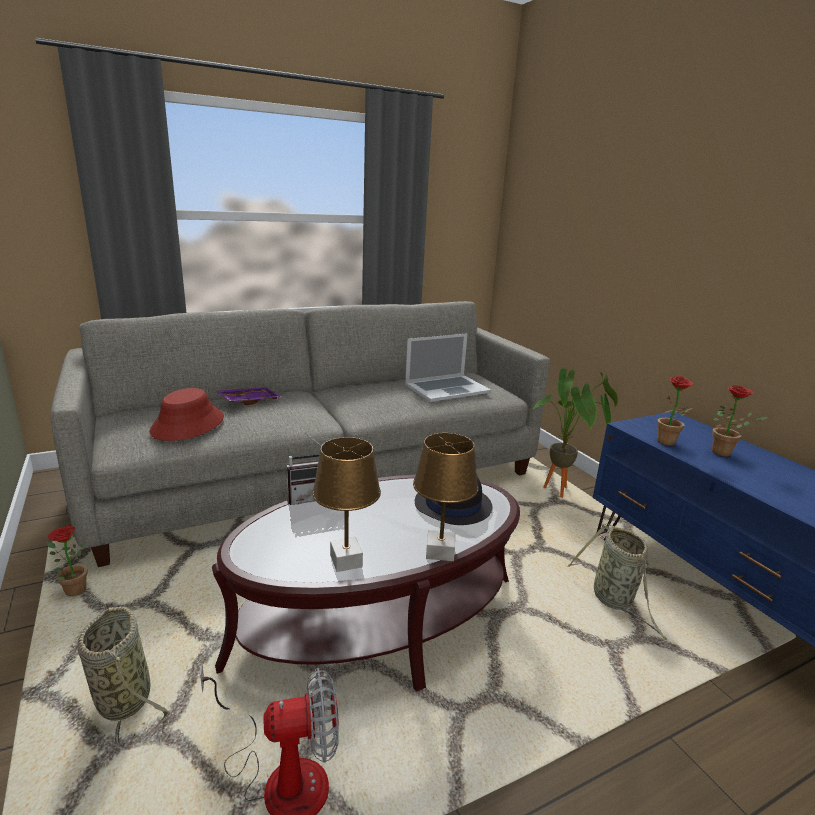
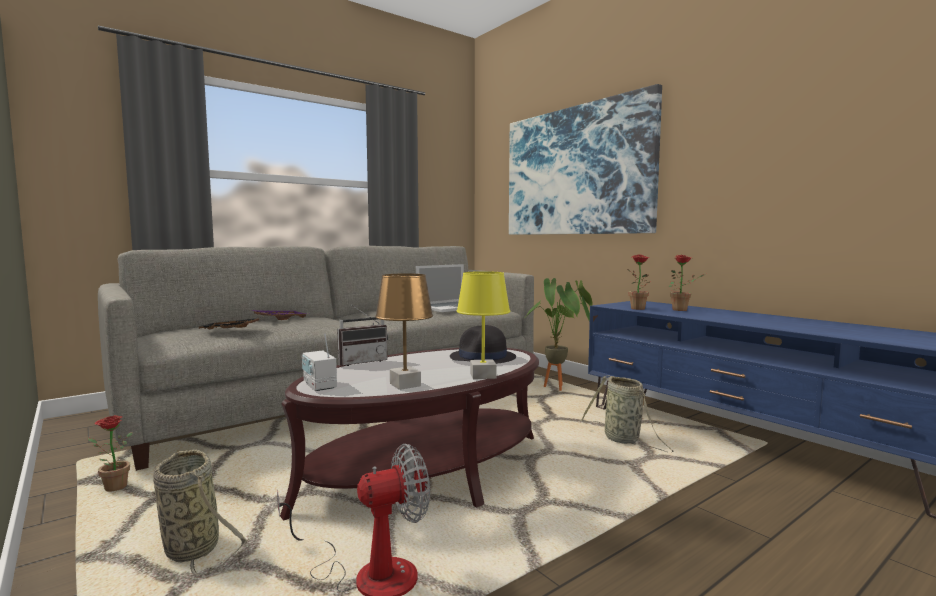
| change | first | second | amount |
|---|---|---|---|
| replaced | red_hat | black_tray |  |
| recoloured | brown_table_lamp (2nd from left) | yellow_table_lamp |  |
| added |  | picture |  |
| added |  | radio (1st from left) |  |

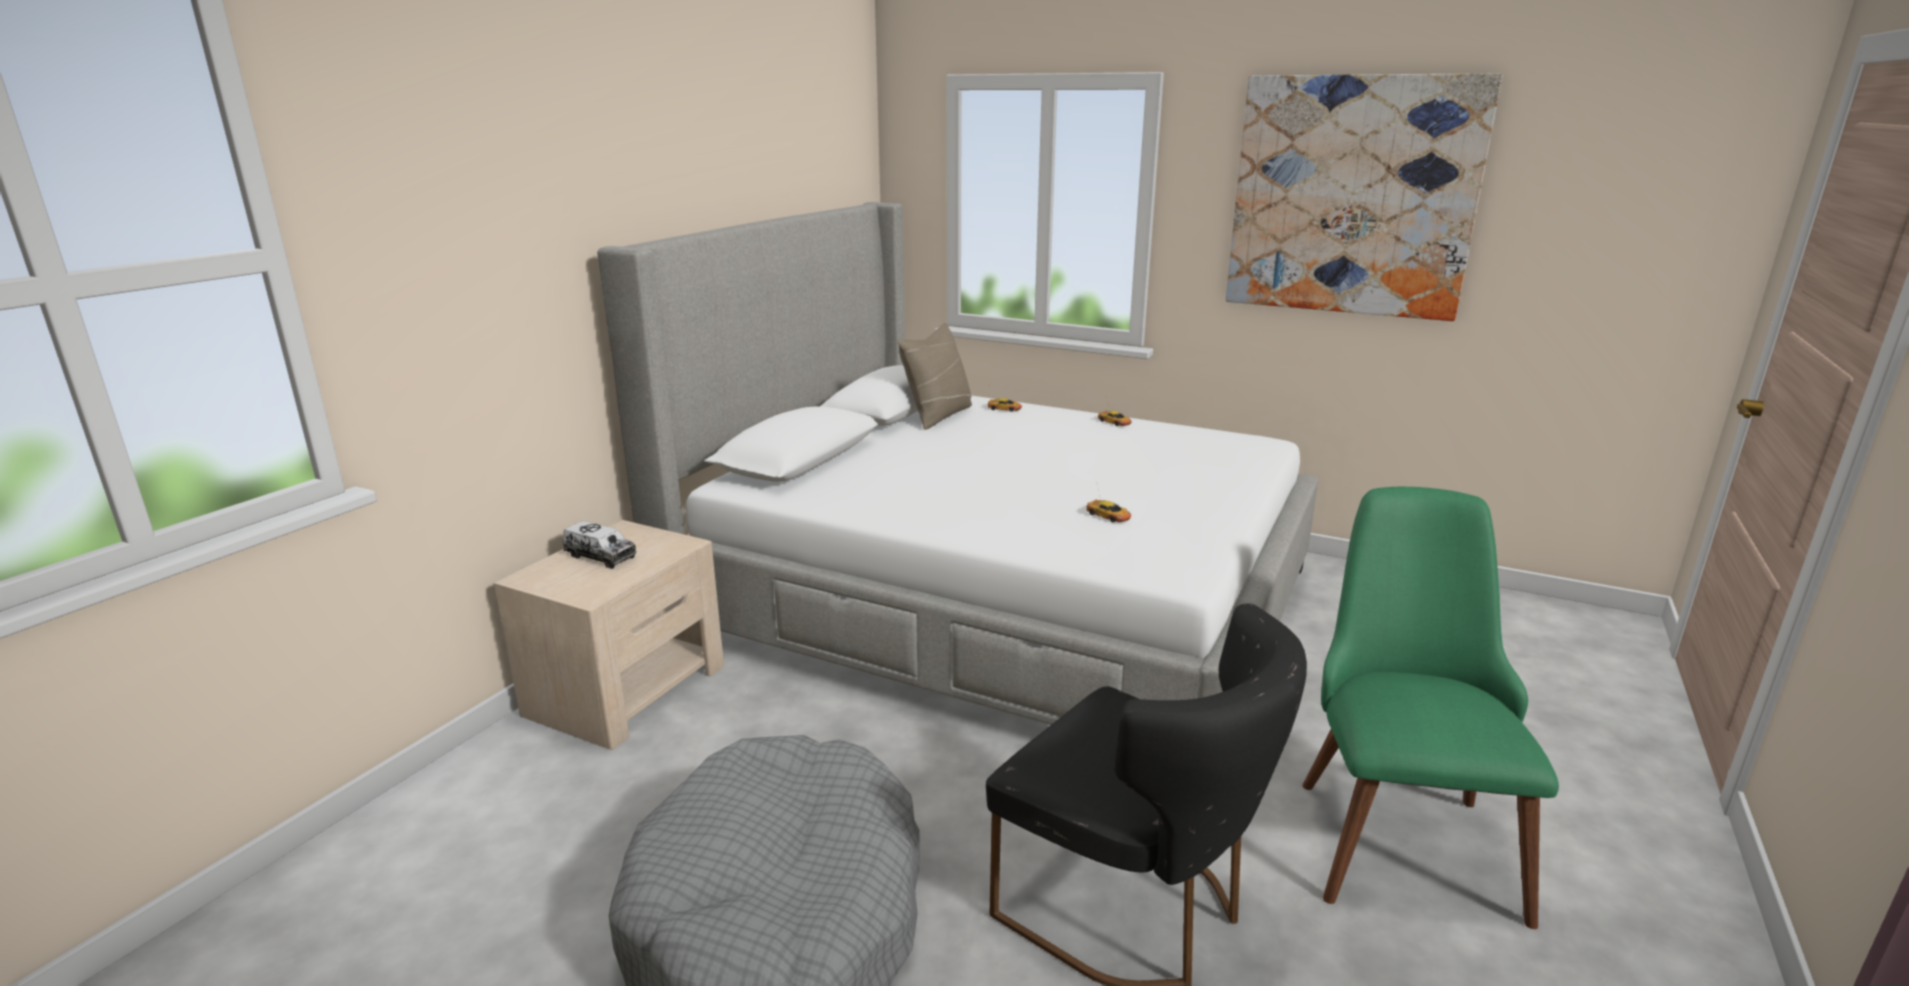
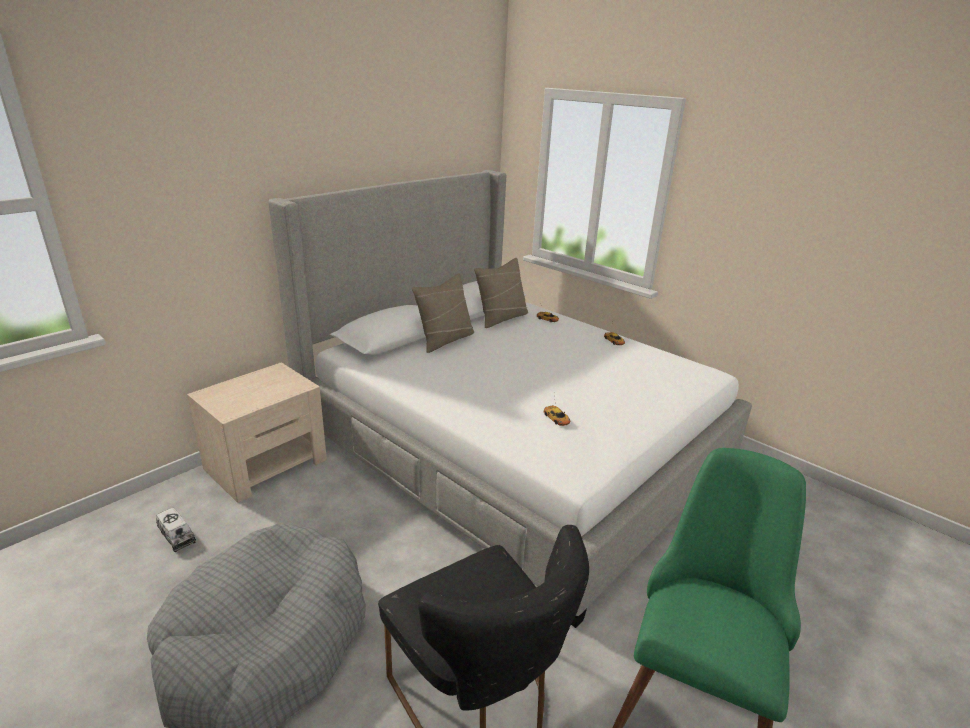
| change | first | second | amount |
|---|---|---|---|
| removed | picture |  |  |
| moved | toy_truck |  |  |
| added |  | beige_pillow (1st from left) |  |

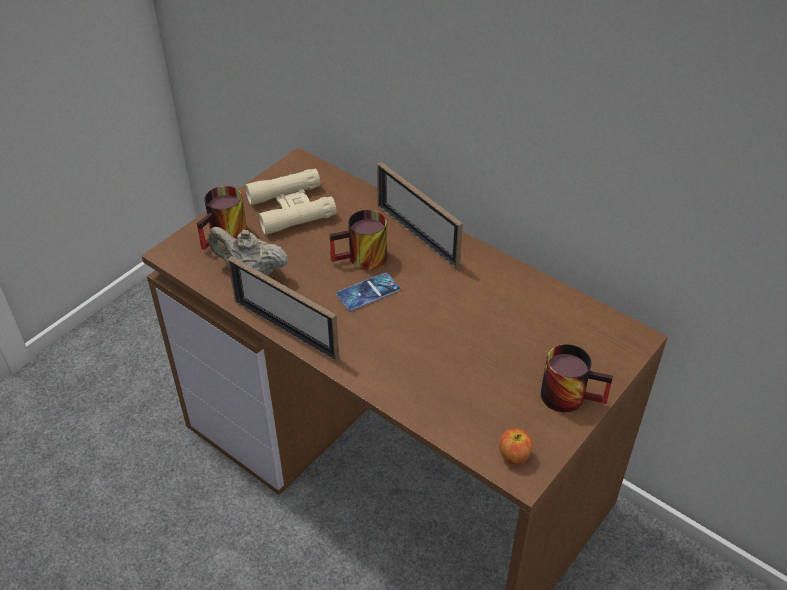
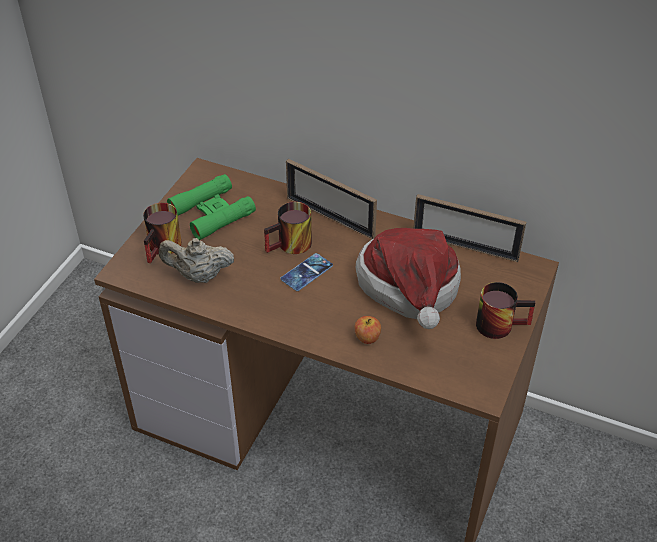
| change | first | second | amount |
|---|---|---|---|
| recoloured | beige_binoculars | green_binoculars |  |
| moved | picture_frame (1st from left in the first image) | picture_frame (2nd from left) |  |
| moved | apple |  |  |
| added |  | hat |  |

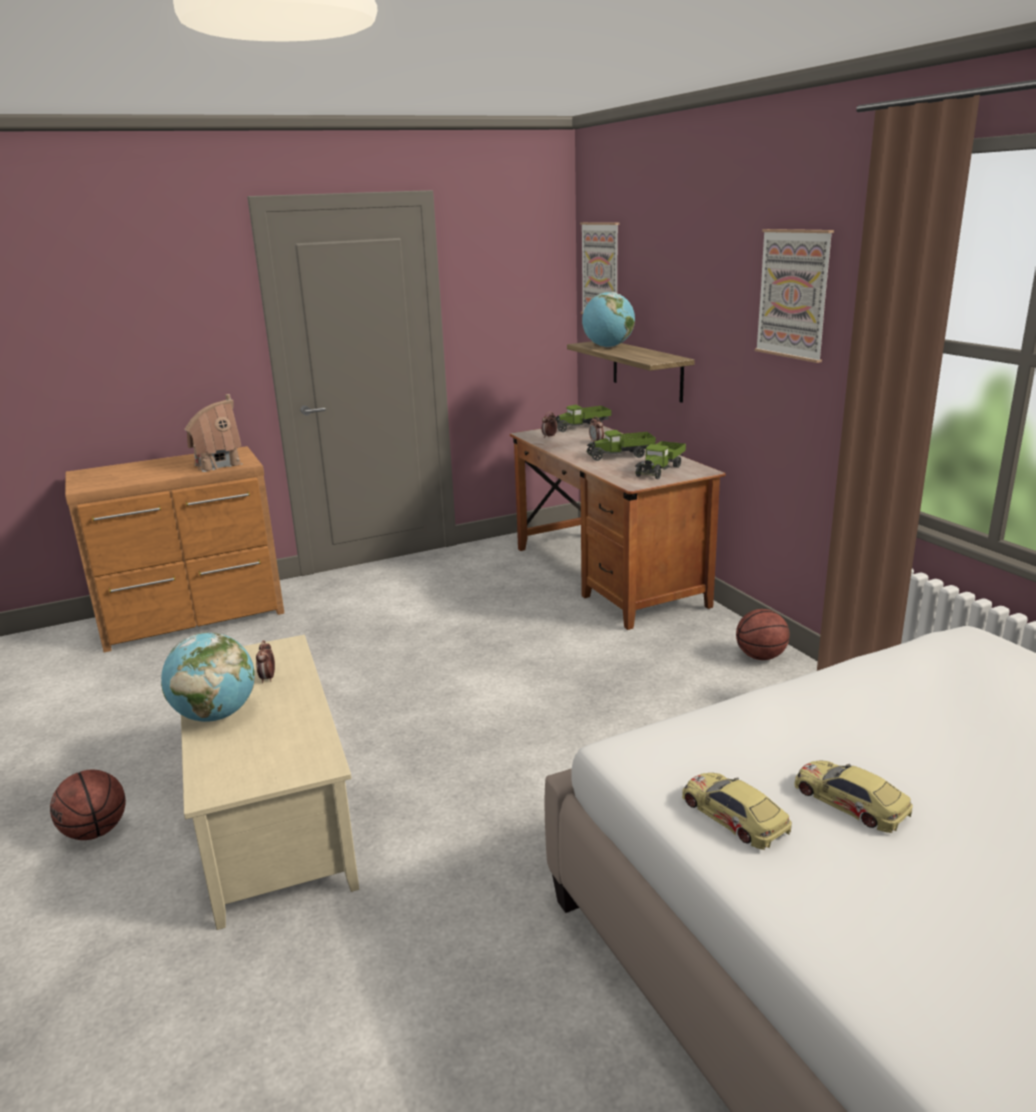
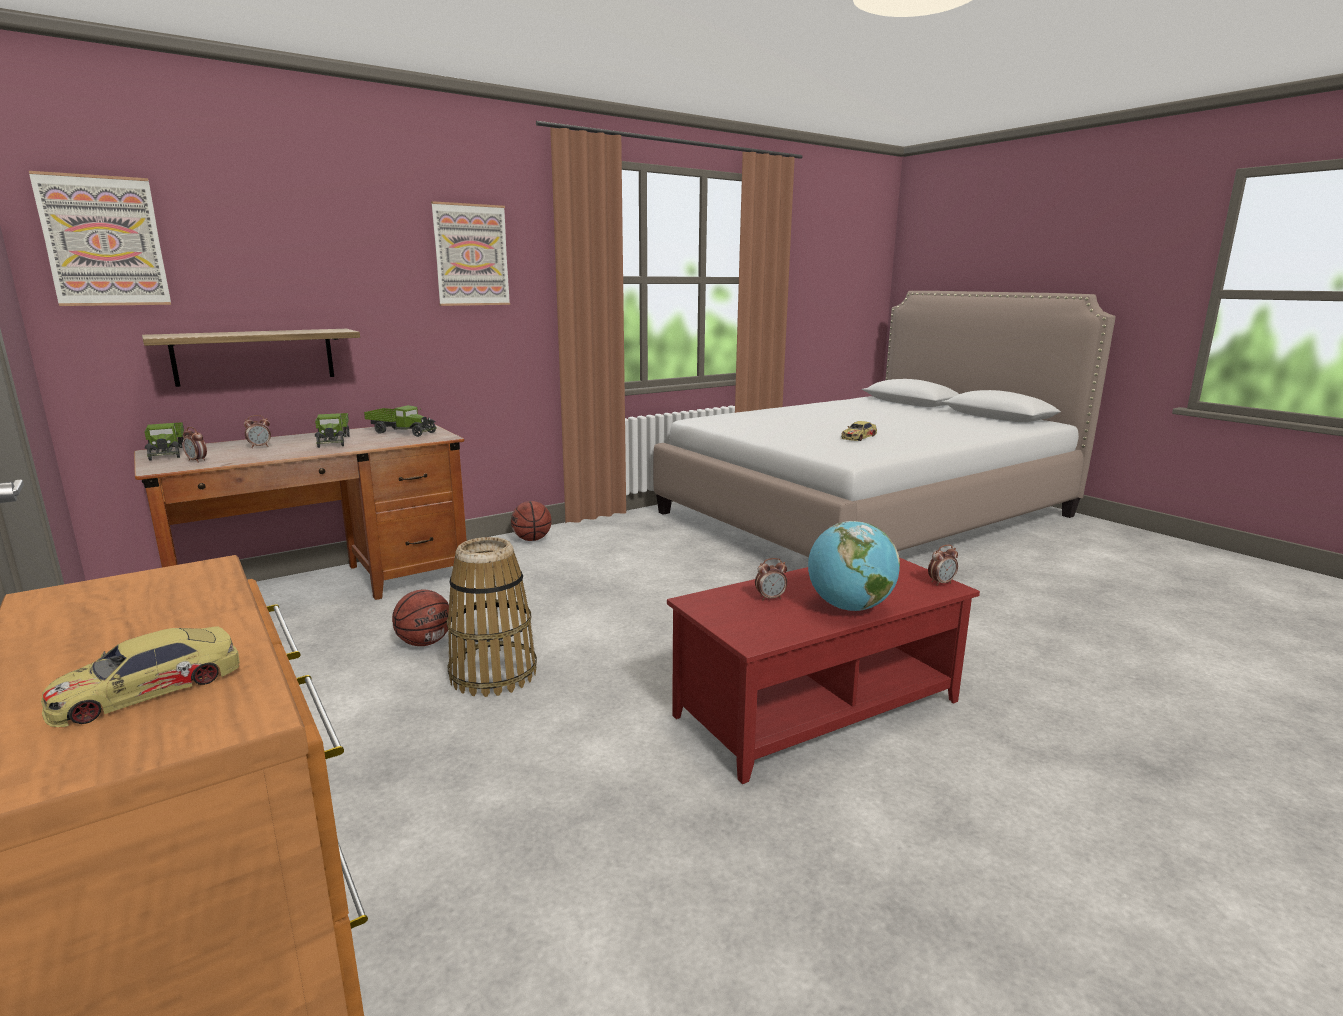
| change | first | second | amount |
|---|---|---|---|
| removed | globe (2nd from left) |  |  |
| removed | toy_house |  |  |
| recoloured | beige_coffee_table | red_coffee_table |  |
| moved | basketball (1st from left) |  |  |
| moved | toy_car (1st from left) |  |  |
| added |  | basket |  |
| added |  | alarm_clock (4th from left) |  |

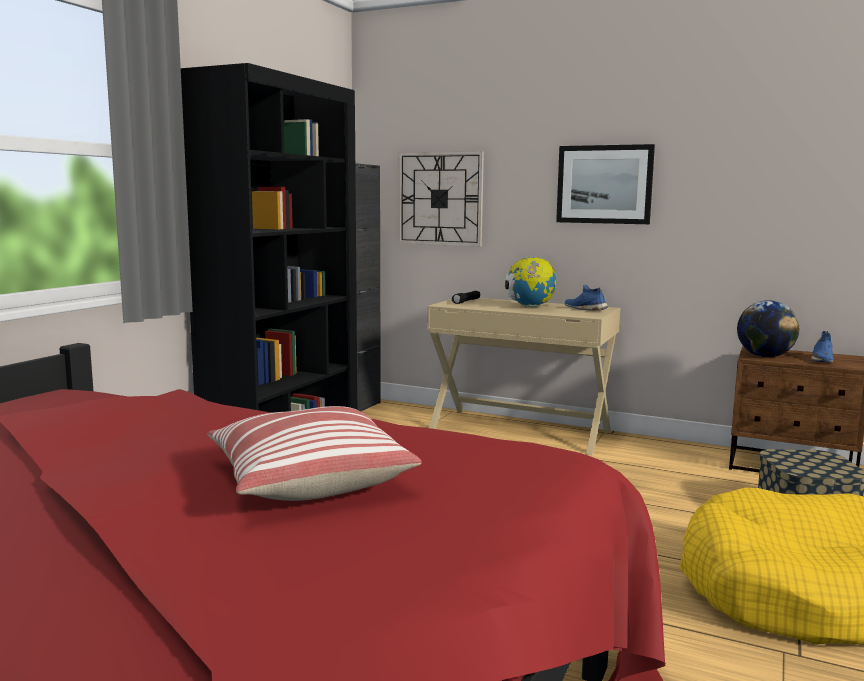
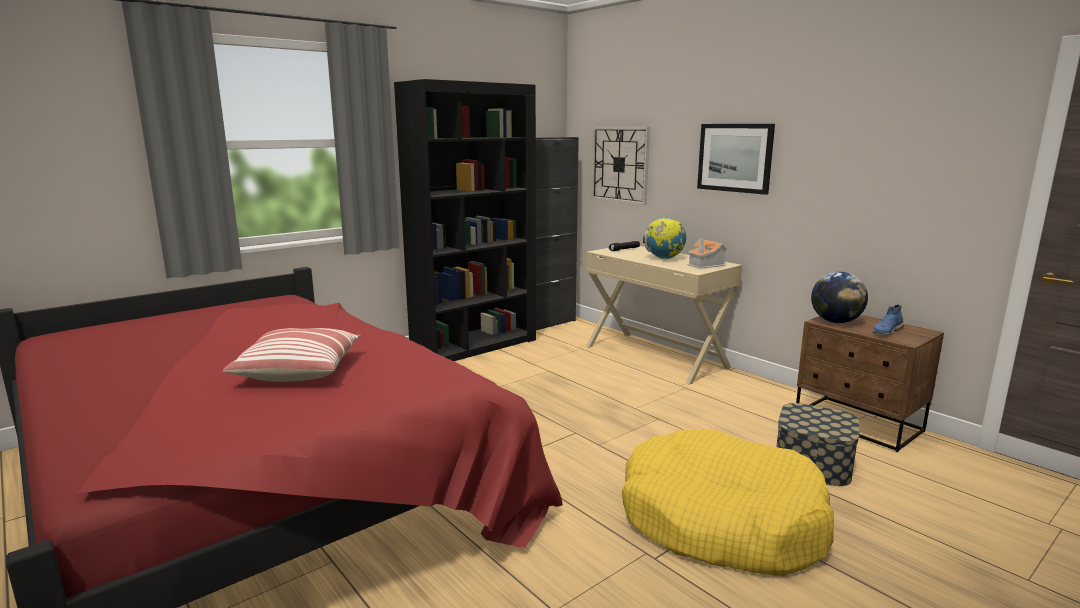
| change | first | second | amount |
|---|---|---|---|
| replaced | blue_shoe (1st from left) | toy_house |  |

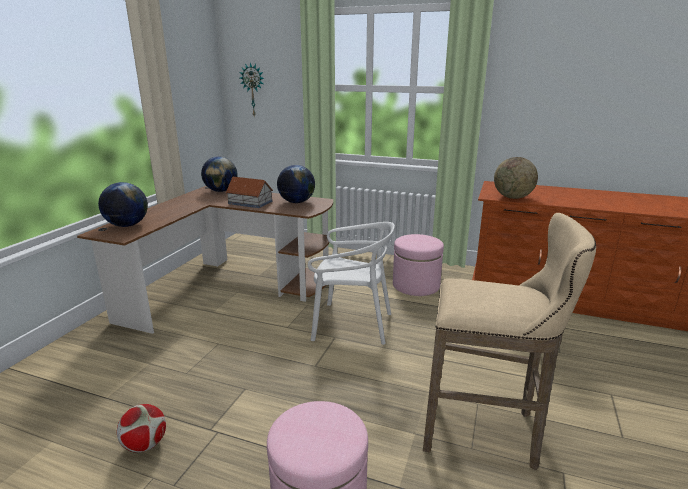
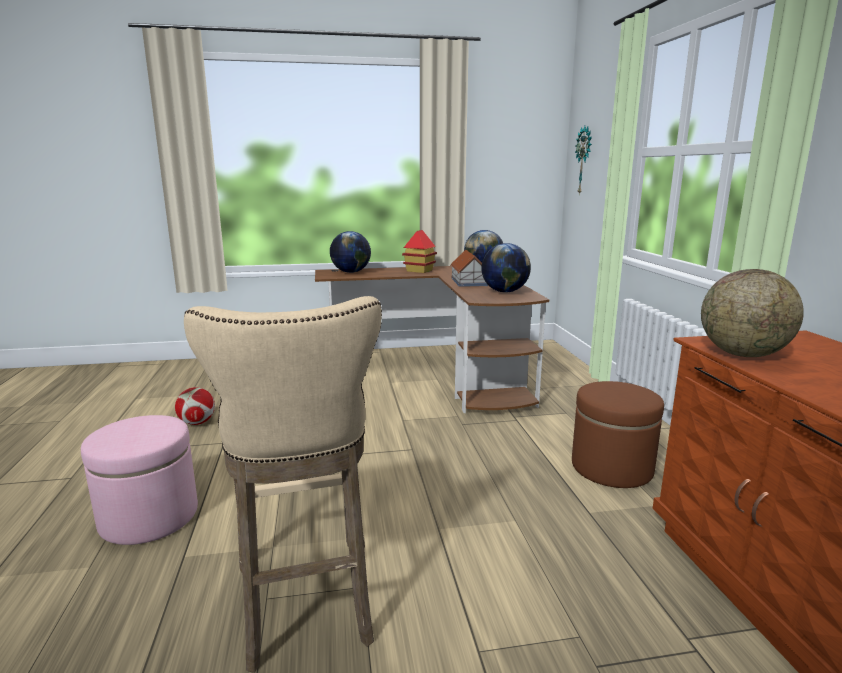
| change | first | second | amount |
|---|---|---|---|
| removed | white_chair |  |  |
| recoloured | pink_ottoman (2nd from left) | brown_ottoman |  |
| added |  | toy_house (1st from left) |  |

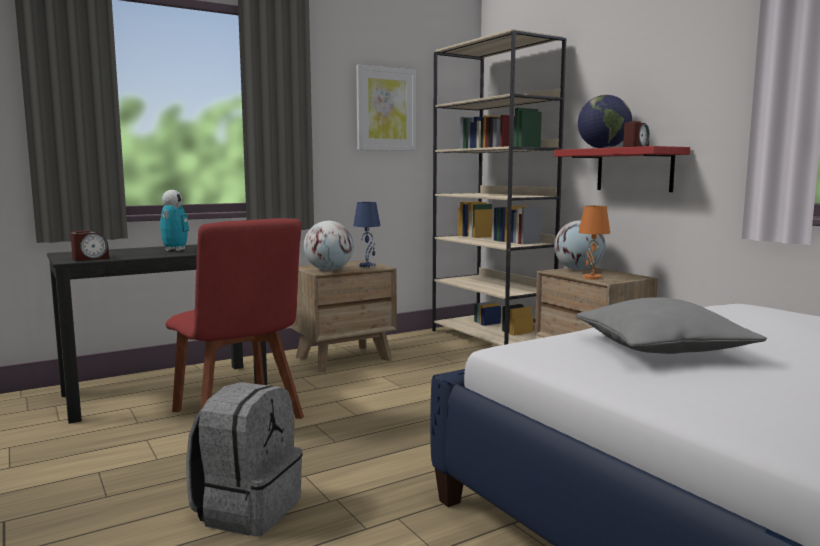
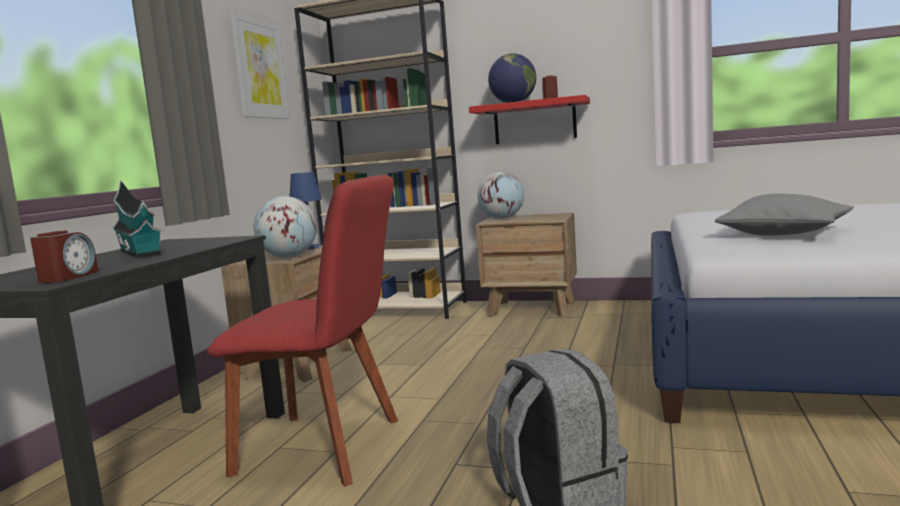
| change | first | second | amount |
|---|---|---|---|
| replaced | toy_robot | toy_house |  |
| removed | orange_table_lamp |  |  |

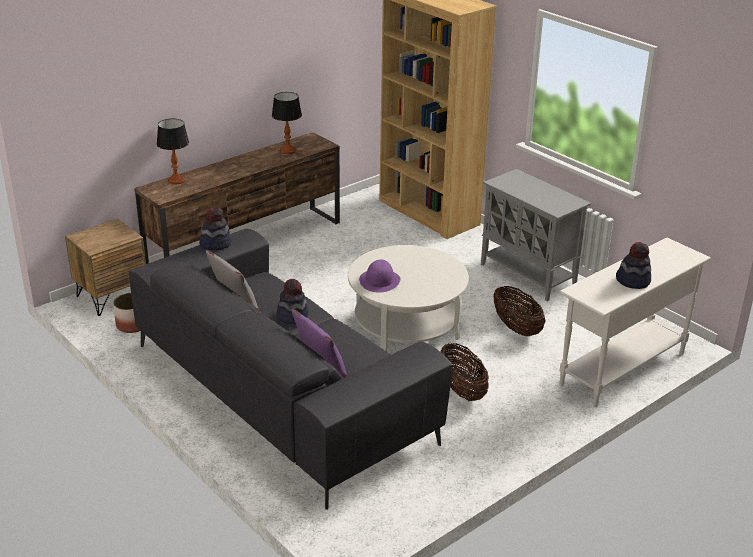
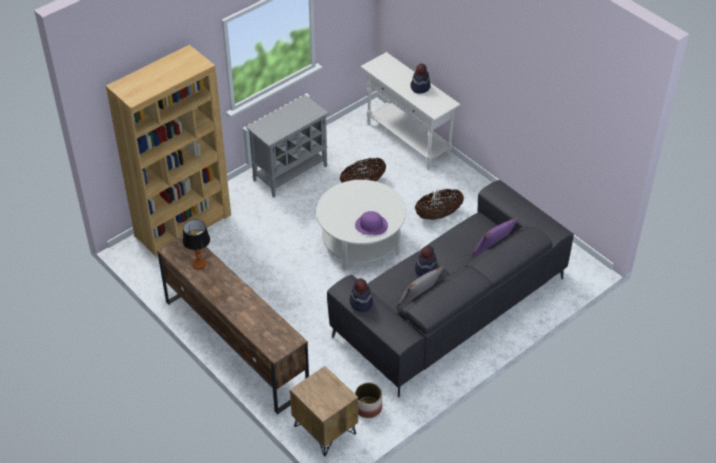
| change | first | second | amount |
|---|---|---|---|
| removed | table_lamp (1st from left) |  |  |

